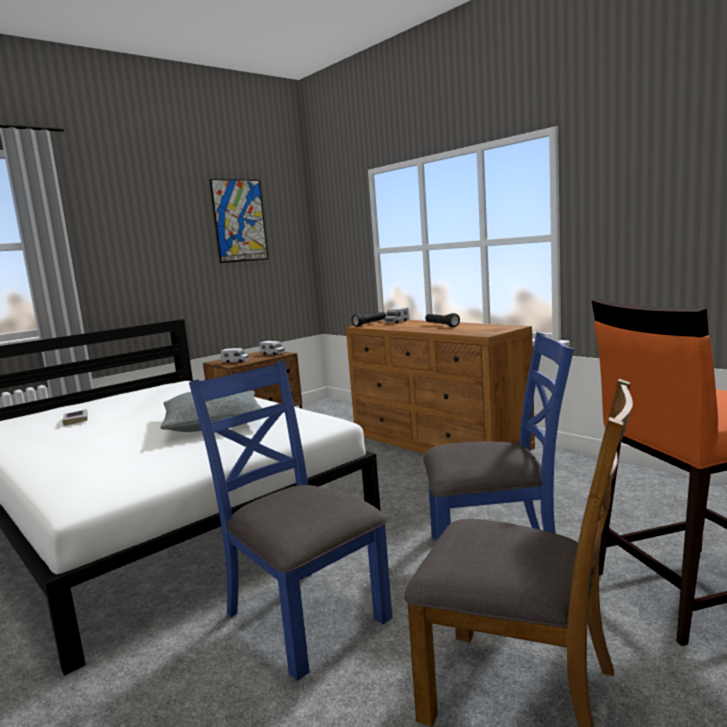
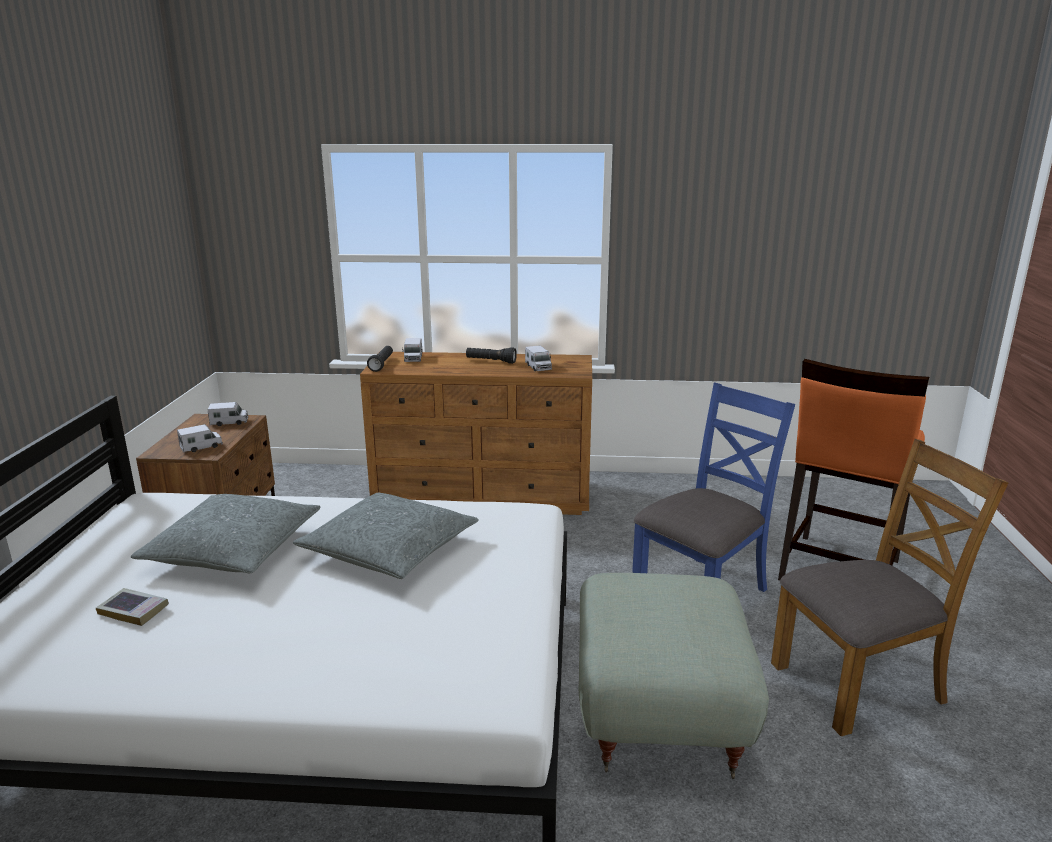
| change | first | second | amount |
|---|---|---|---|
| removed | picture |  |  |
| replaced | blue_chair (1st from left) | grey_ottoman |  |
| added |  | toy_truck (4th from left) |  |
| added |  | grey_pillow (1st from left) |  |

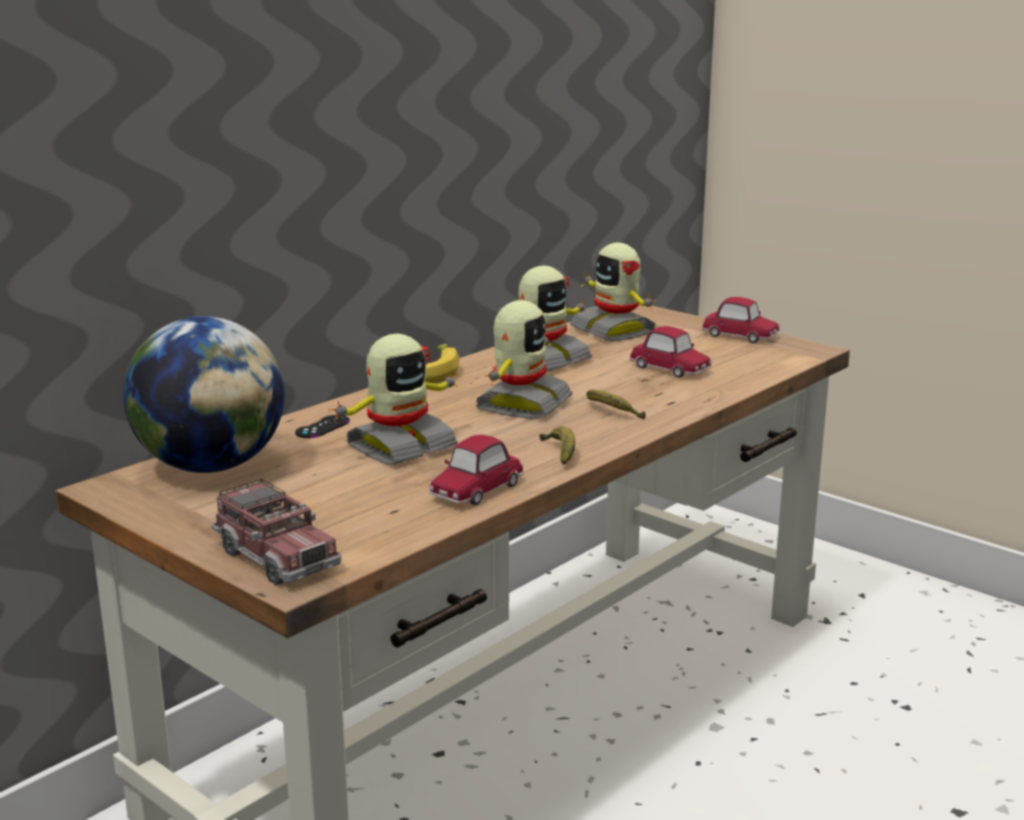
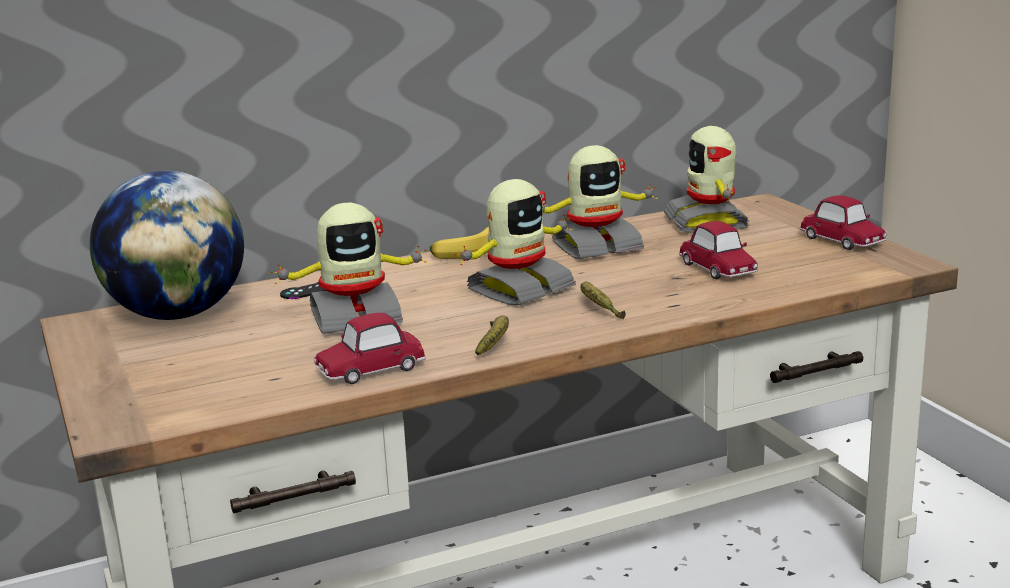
| change | first | second | amount |
|---|---|---|---|
| removed | toy_truck |  |  |

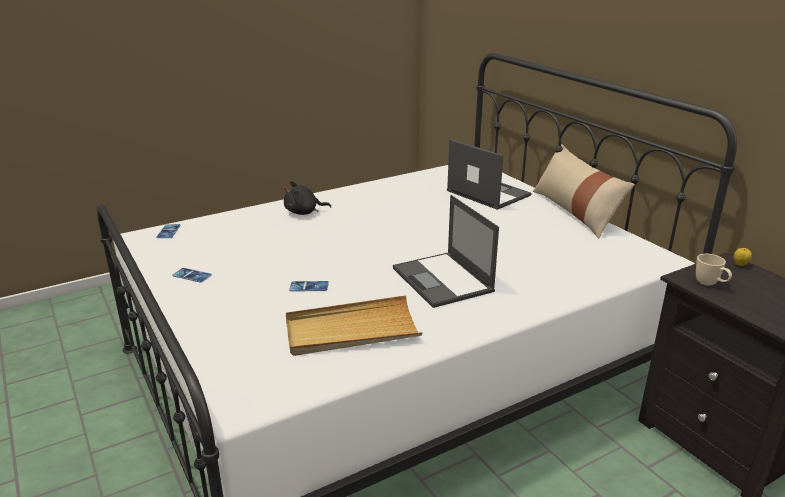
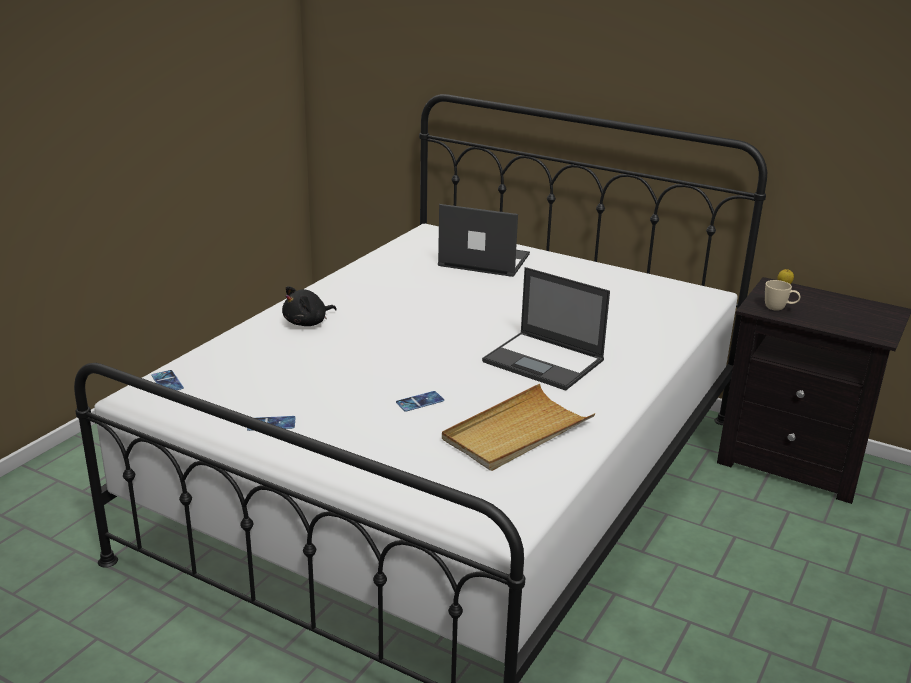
| change | first | second | amount |
|---|---|---|---|
| removed | beige_pillow |  |  |

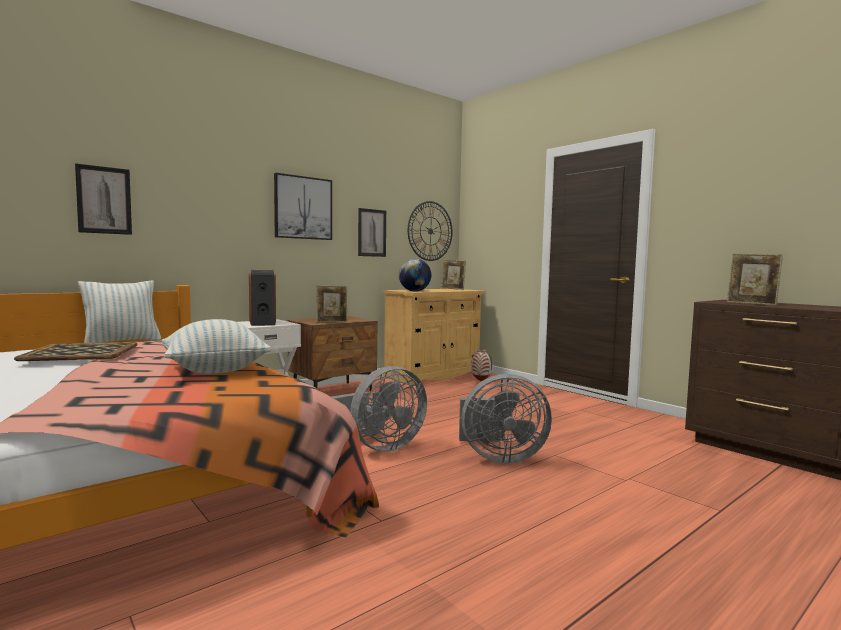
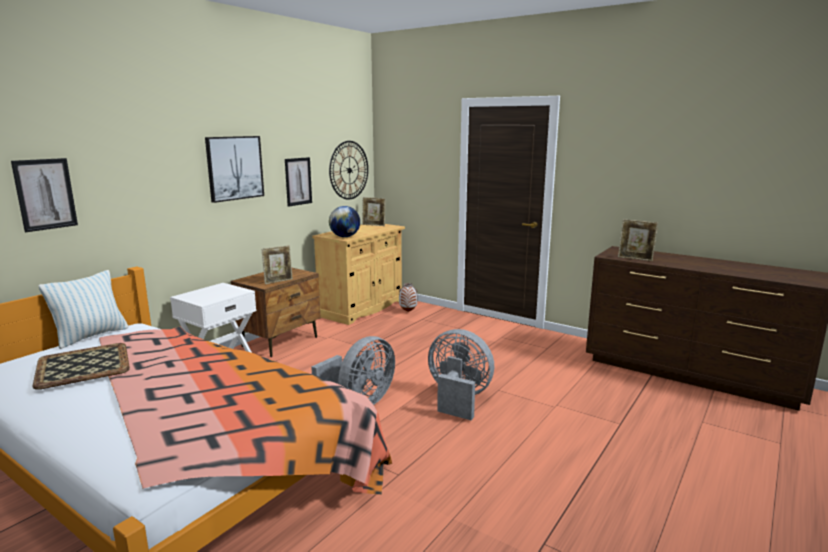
| change | first | second | amount |
|---|---|---|---|
| removed | speaker |  |  |
| removed | pillow (2nd from left) |  |  |
| turned | grey_fan (2nd from left) |  | 135 degrees counterclockwise |

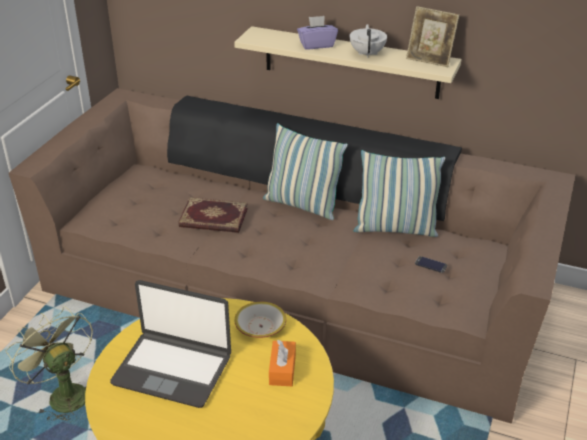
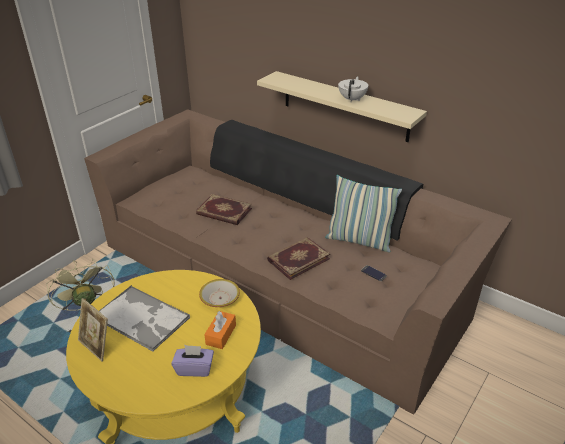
| change | first | second | amount |
|---|---|---|---|
| moved | picture_frame |  |  |
| moved | purple_tissue_box |  |  |
| removed | pillow (1st from left) |  |  |
| replaced | laptop | tray |  |
| added |  | book (2nd from left) |  |

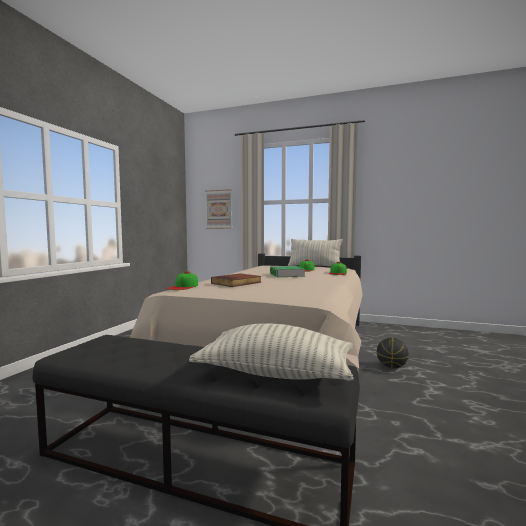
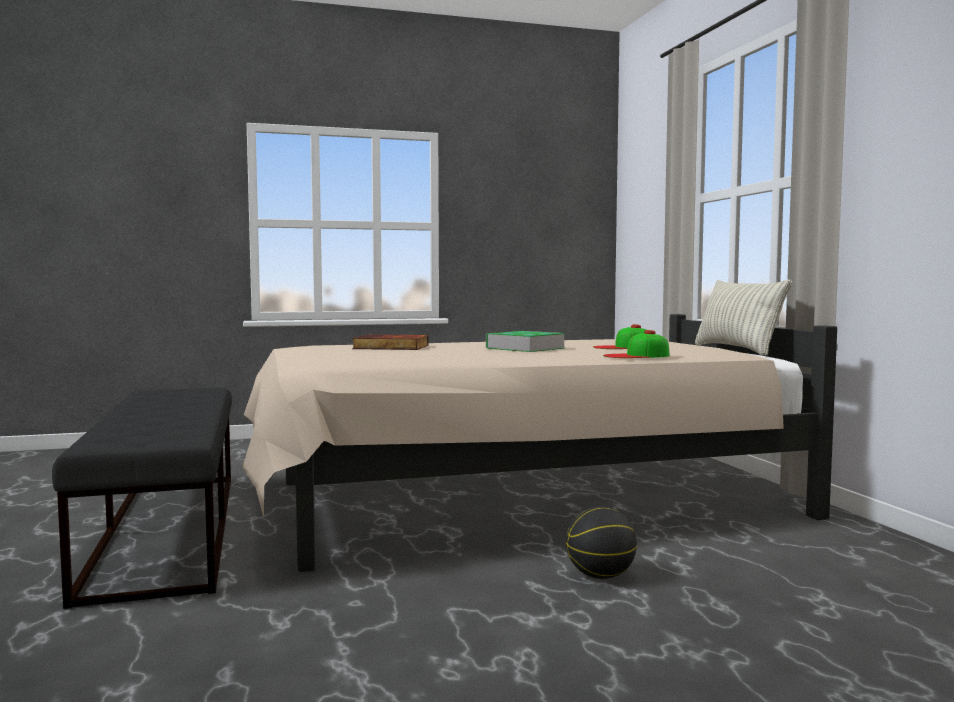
| change | first | second | amount |
|---|---|---|---|
| removed | picture |  |  |
| removed | cap (1st from left) |  |  |
| removed | pillow (1st from left) |  |  |

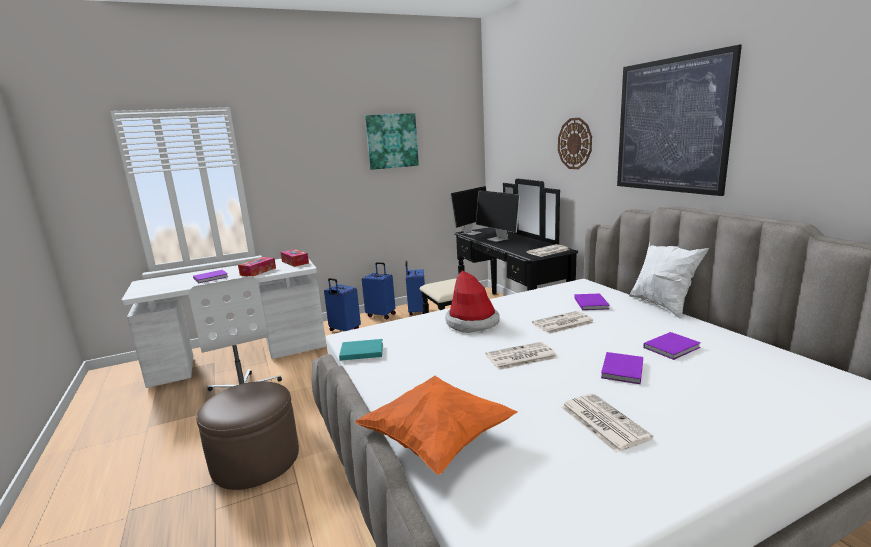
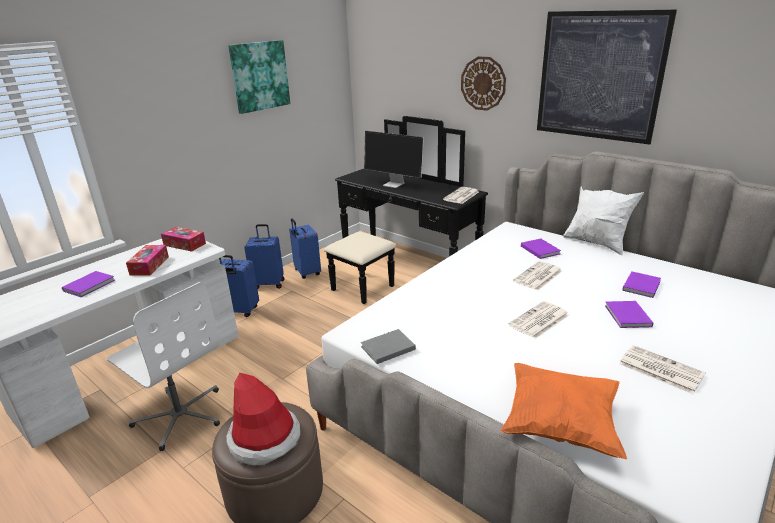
| change | first | second | amount |
|---|---|---|---|
| removed | monitor (1st from left) |  |  |
| moved | hat |  |  |
| recoloured | turquoise_book | grey_book |  |

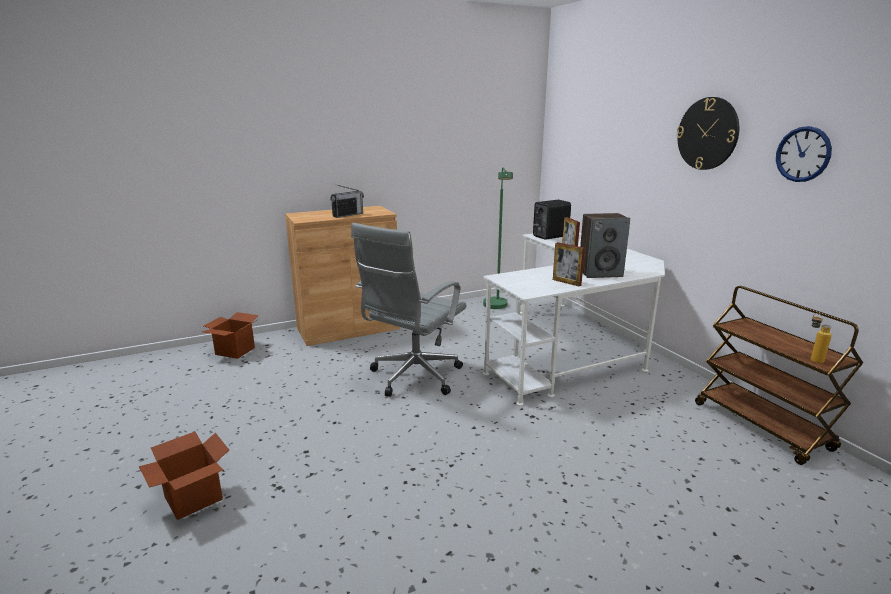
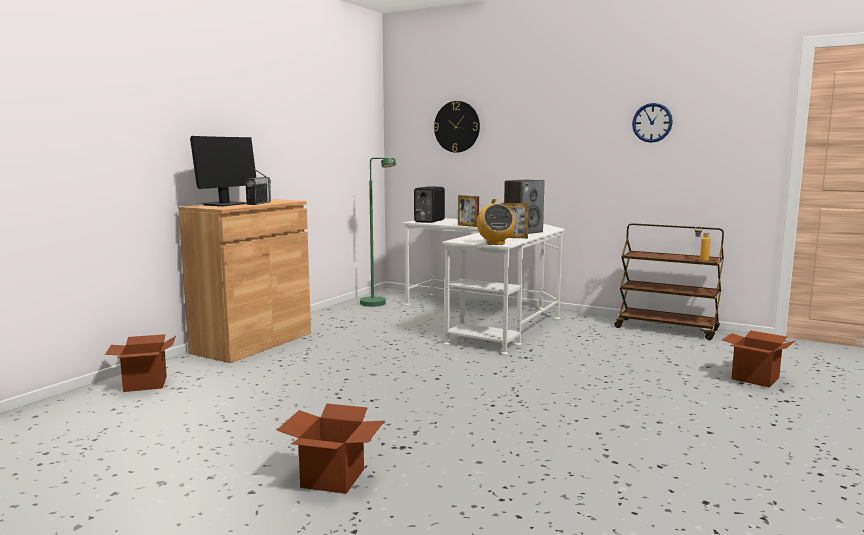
| change | first | second | amount |
|---|---|---|---|
| moved | wall_clock (1st from left) |  |  |
| removed | grey_office_chair |  |  |
| added |  | monitor |  |
| added |  | radio (2nd from left) |  |
| added |  | cardboard_box (3rd from left) |  |

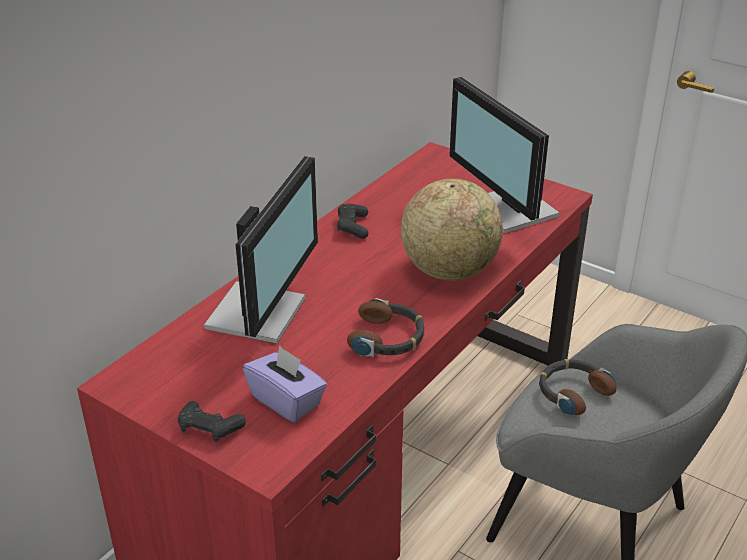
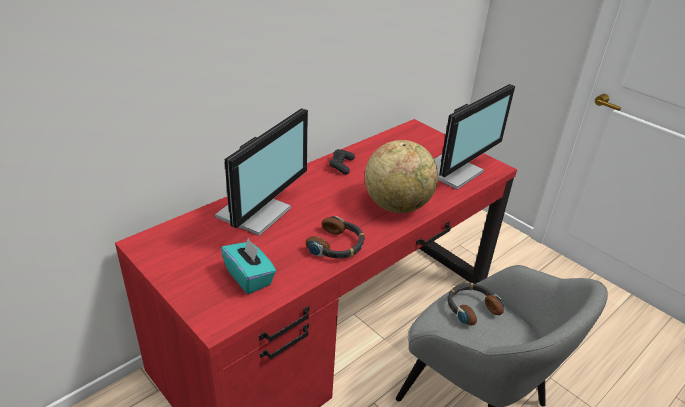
| change | first | second | amount |
|---|---|---|---|
| turned | monitor (2nd from left) |  | 120 degrees counterclockwise |
| recoloured | purple_tissue_box | turquoise_tissue_box |  |
| removed | black_game_controller (1st from left) |  |  |

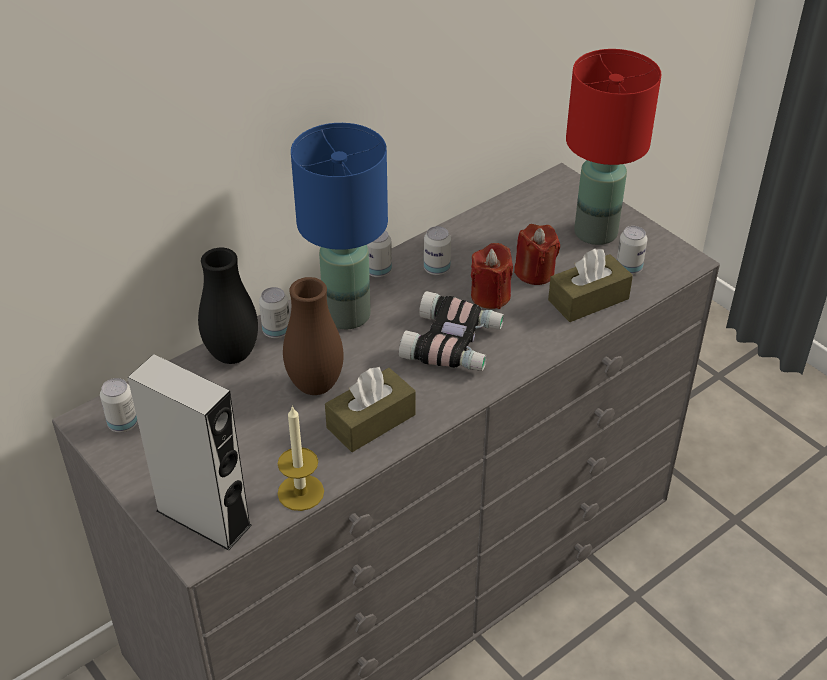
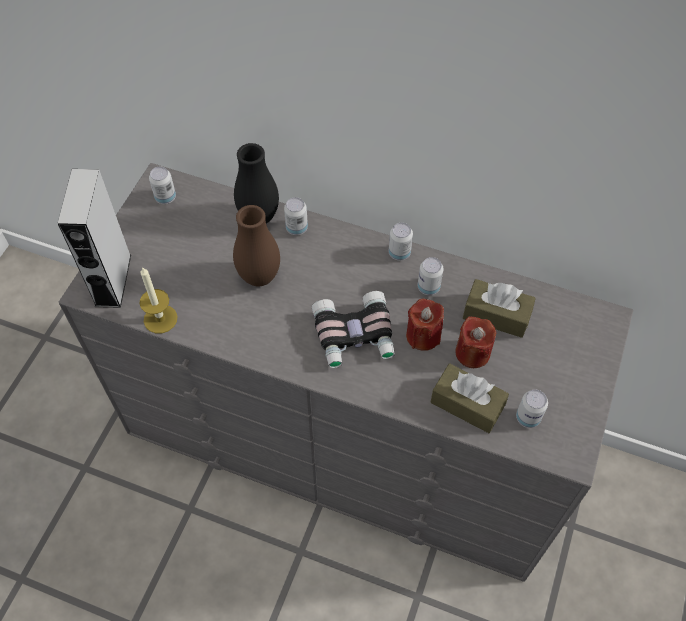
| change | first | second | amount |
|---|---|---|---|
| removed | red_table_lamp |  |  |
| removed | blue_table_lamp |  |  |
| moved | brown_tissue_box (1st from left in the first image) | brown_tissue_box (2nd from left) |  |

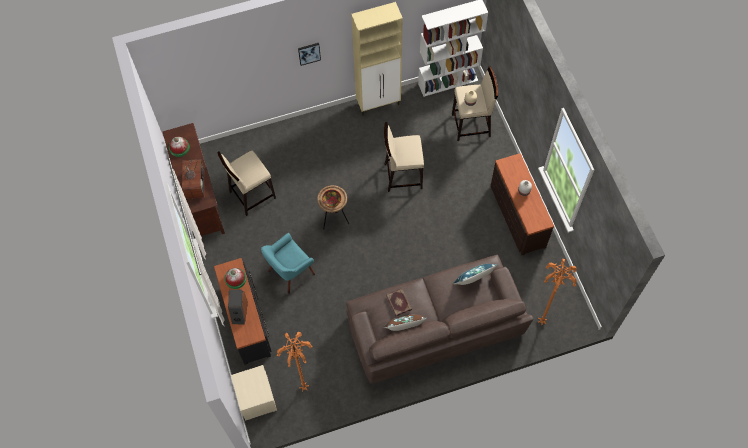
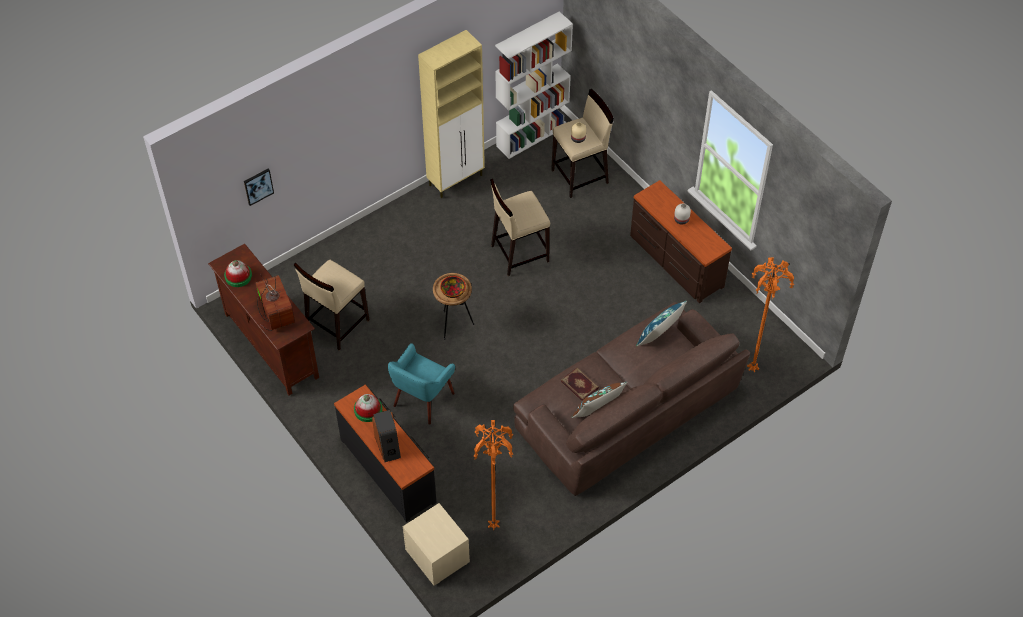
| change | first | second | amount |
|---|---|---|---|
| moved | picture |  |  |

